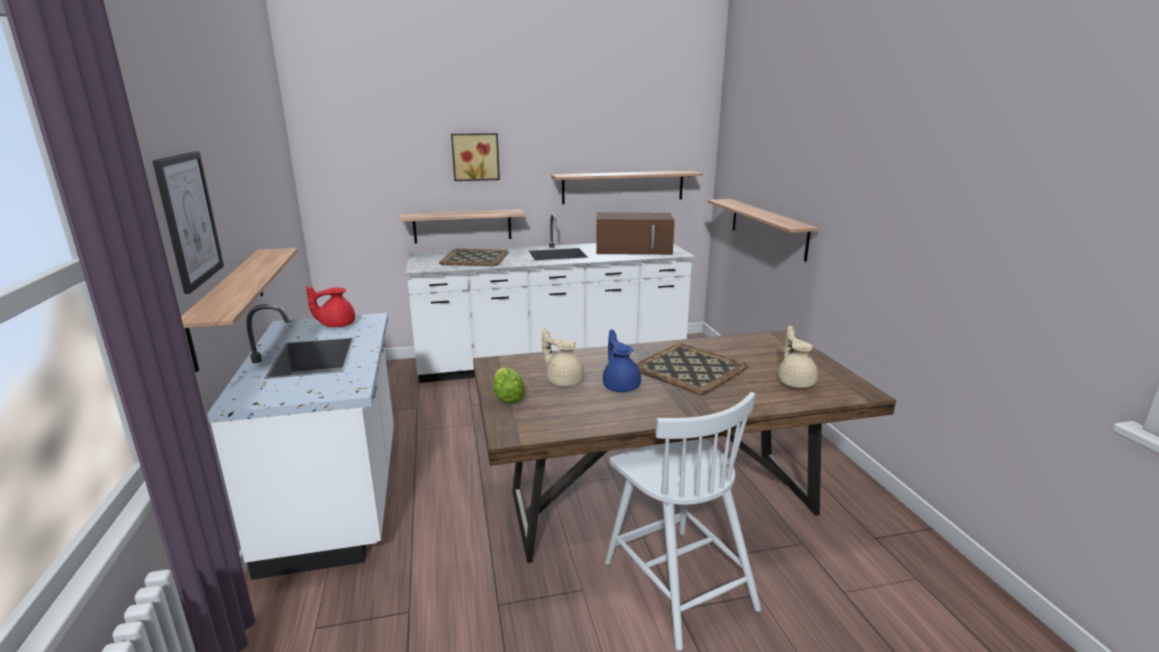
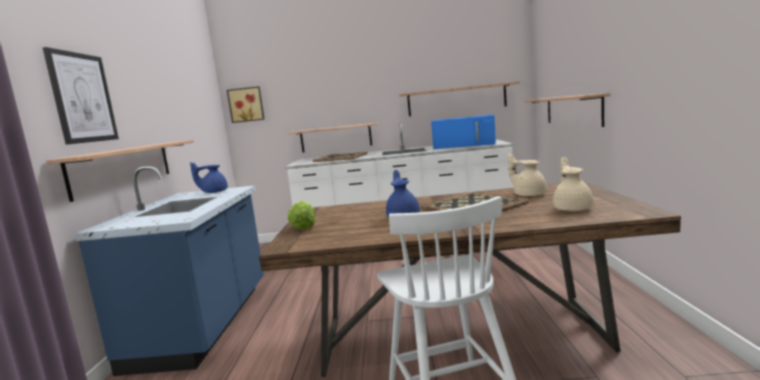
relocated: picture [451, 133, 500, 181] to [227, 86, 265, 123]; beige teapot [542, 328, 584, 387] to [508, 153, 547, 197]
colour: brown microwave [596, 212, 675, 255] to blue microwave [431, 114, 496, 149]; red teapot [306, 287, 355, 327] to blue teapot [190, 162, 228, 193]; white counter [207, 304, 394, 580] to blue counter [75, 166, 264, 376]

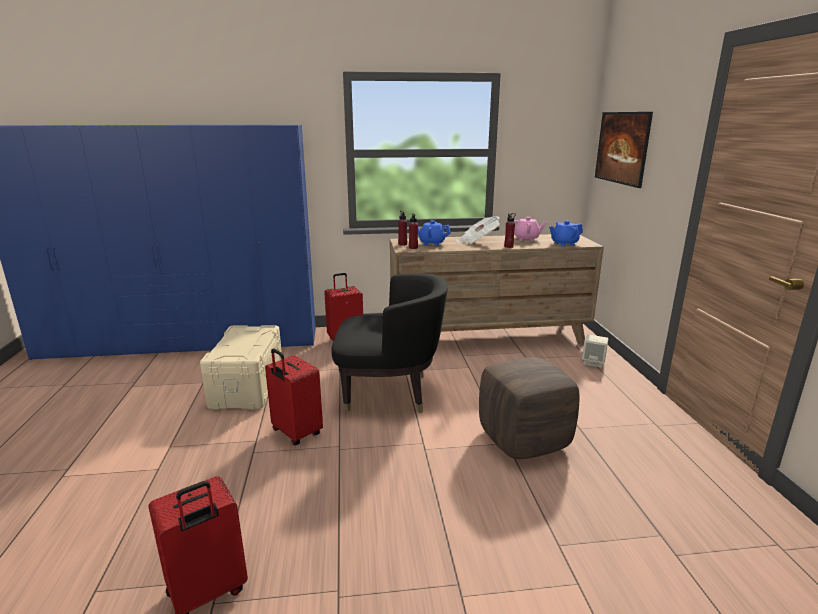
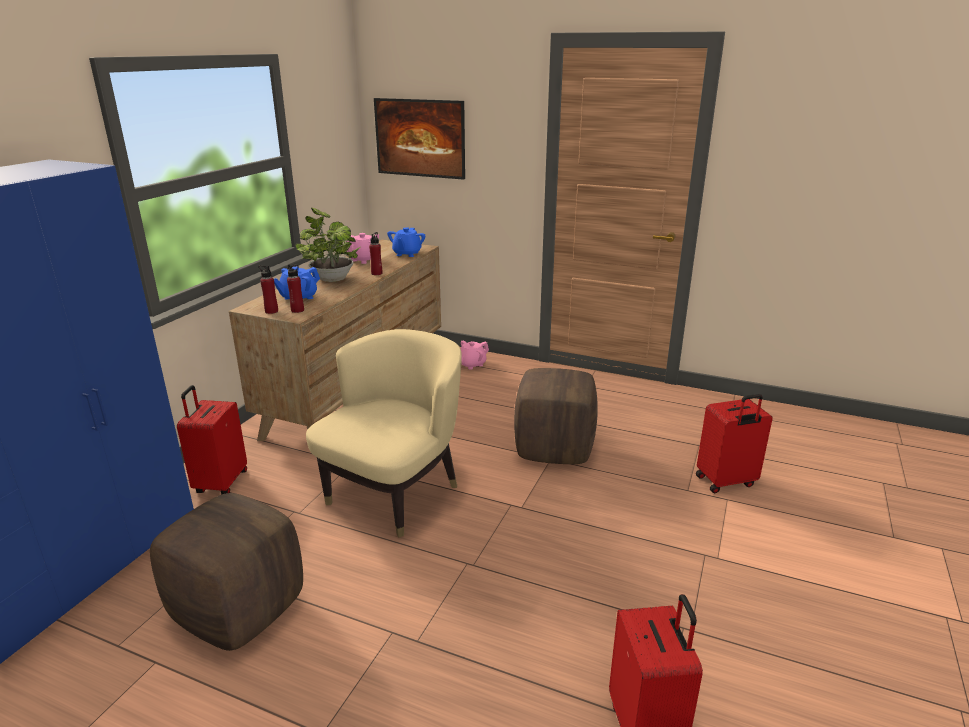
relocated: red suitcase [265, 348, 323, 445] to [696, 394, 773, 493]
exchanged: newspaper [456, 216, 500, 243] to potted plant [295, 208, 361, 282]; beige storage box [200, 326, 282, 410] to brown ottoman [150, 493, 303, 651]; beige speaker [582, 334, 608, 368] to pink teapot [460, 341, 489, 370]
colour: black armchair [331, 273, 448, 413] to beige armchair [306, 329, 462, 538]

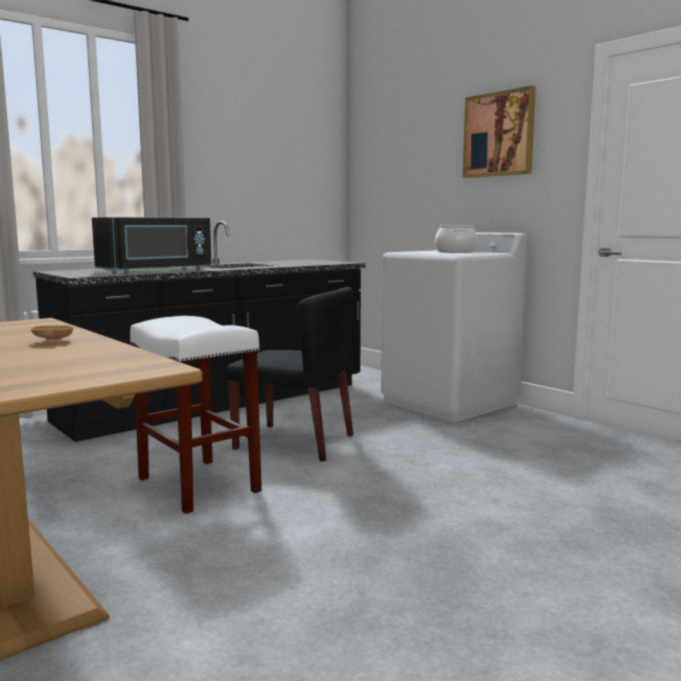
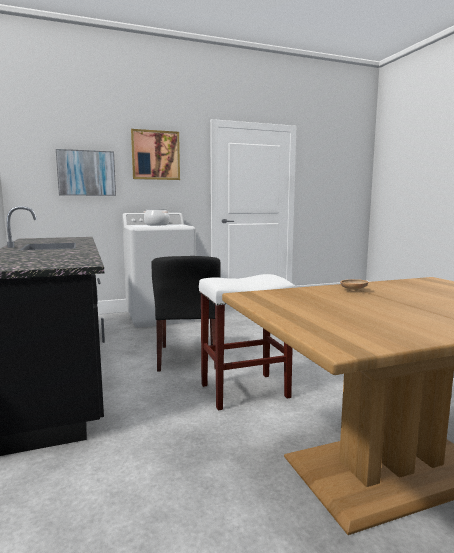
missing: black microwave [92, 217, 212, 274]
appeared: picture [56, 149, 116, 196]
spun: black chair [226, 287, 353, 462] = [151, 256, 220, 372] 135 degrees clockwise

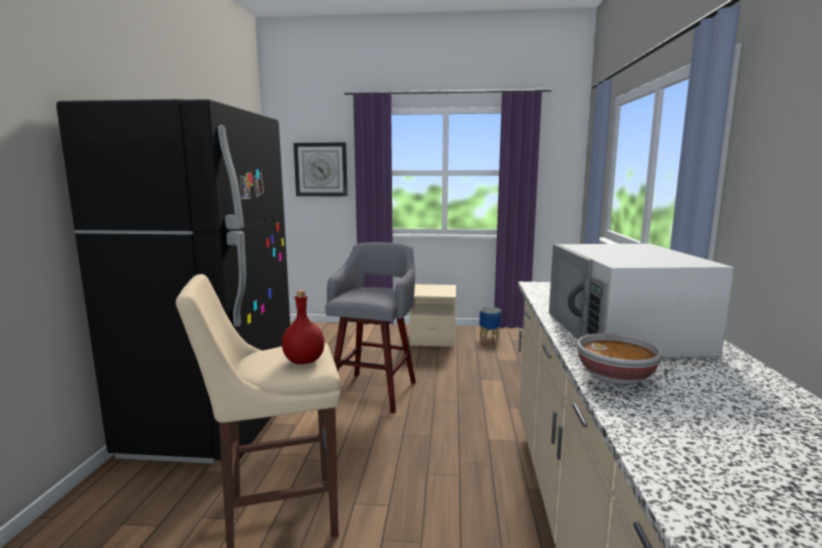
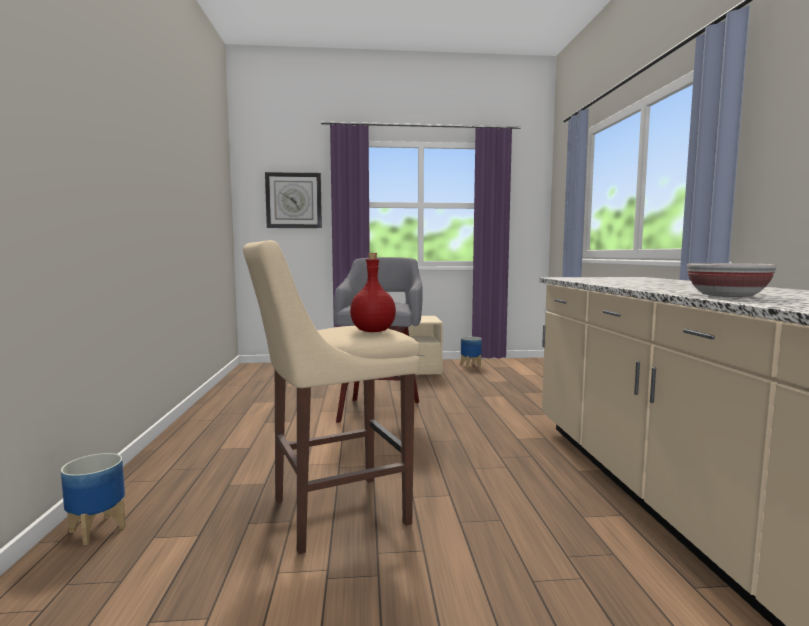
missing: black fridge [56, 99, 290, 464]; white microwave [549, 244, 734, 357]
appeared: planter [61, 453, 126, 545]

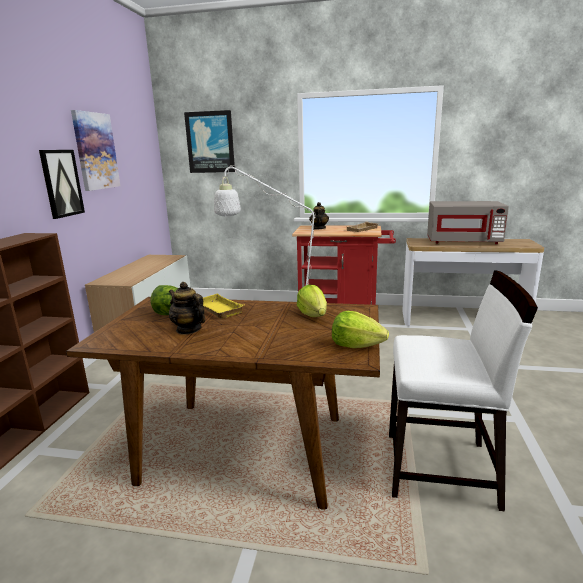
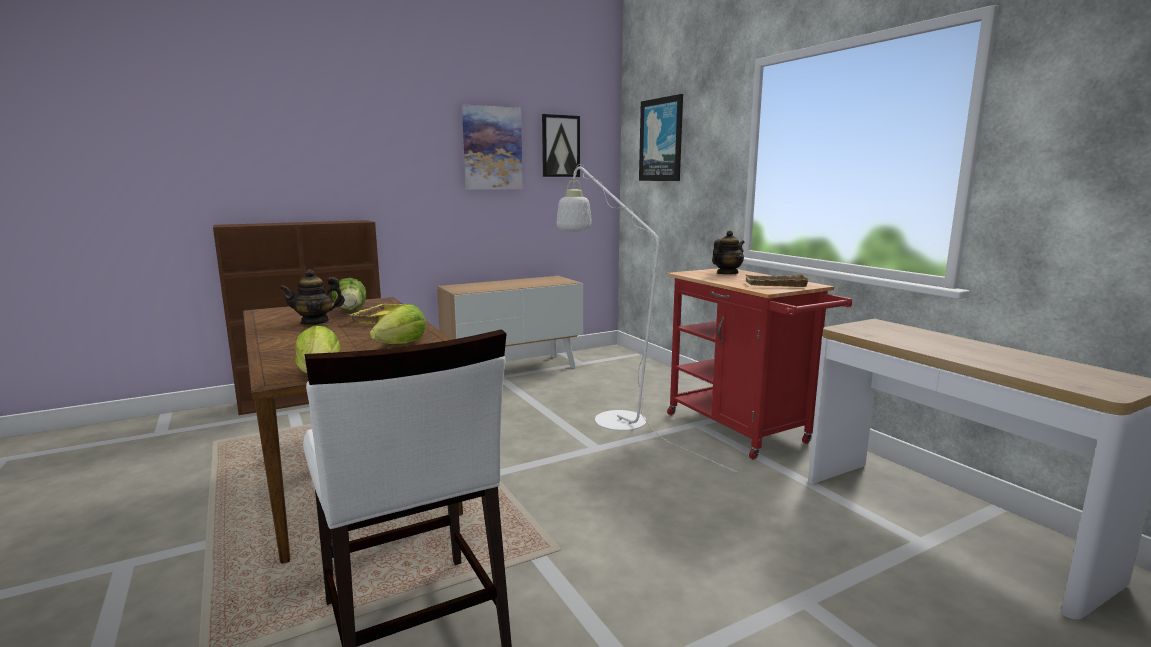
missing: grey microwave [427, 201, 509, 244]
relocated: picture [39, 150, 85, 219] to [542, 114, 580, 177]
spun: teapot [169, 282, 205, 335] = [279, 269, 345, 325] 120 degrees counterclockwise

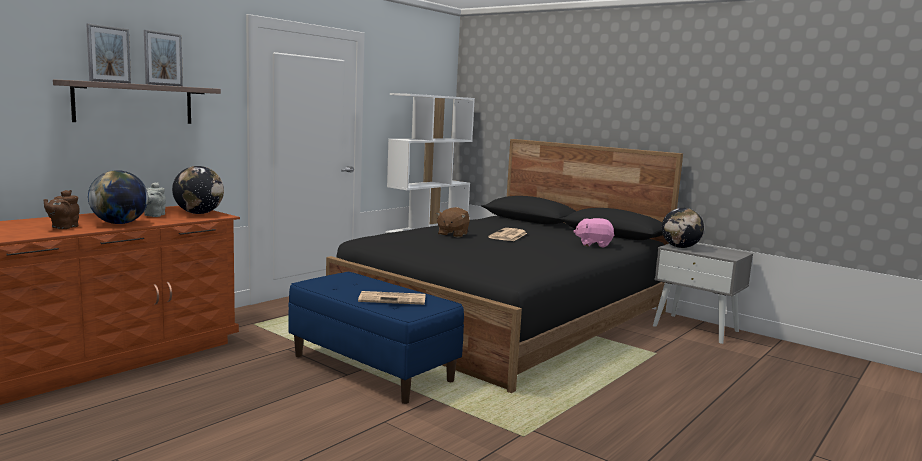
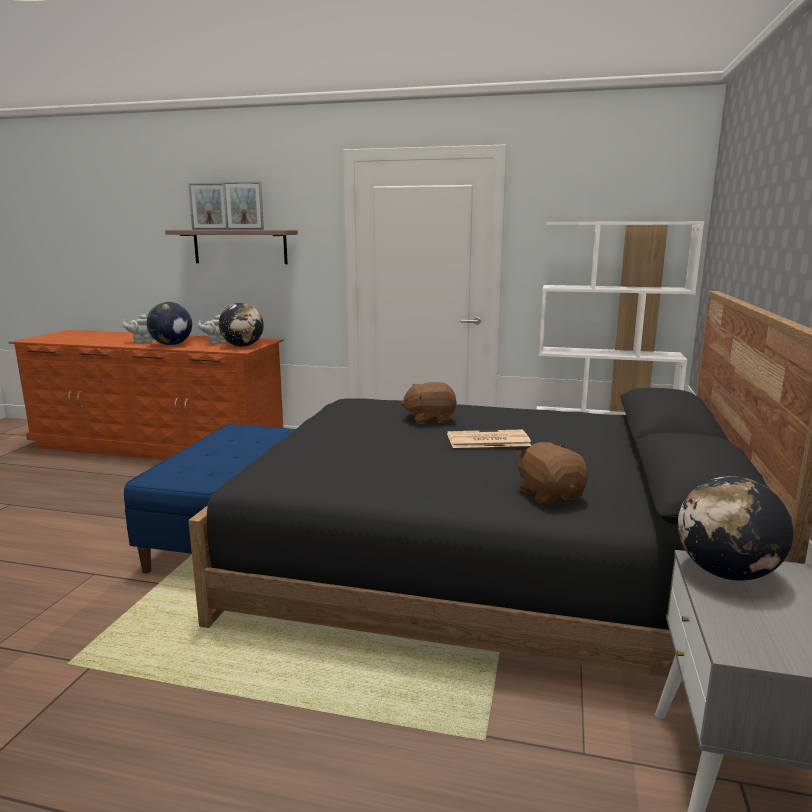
missing: newspaper [358, 291, 426, 305]
colour: brown teapot [44, 190, 80, 229] to grey teapot [122, 314, 153, 343]; pink plush toy [573, 218, 615, 248] to brown plush toy [516, 442, 588, 504]

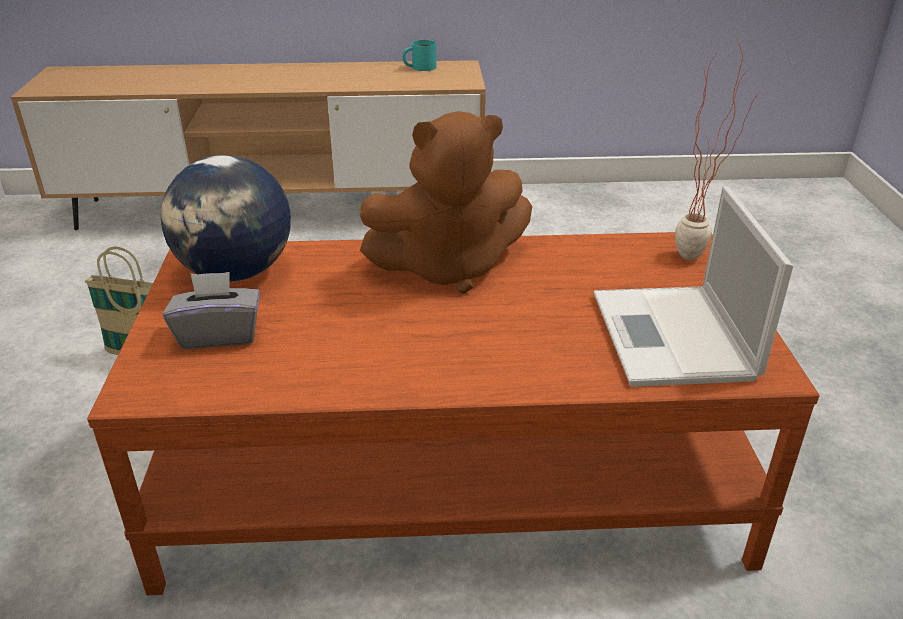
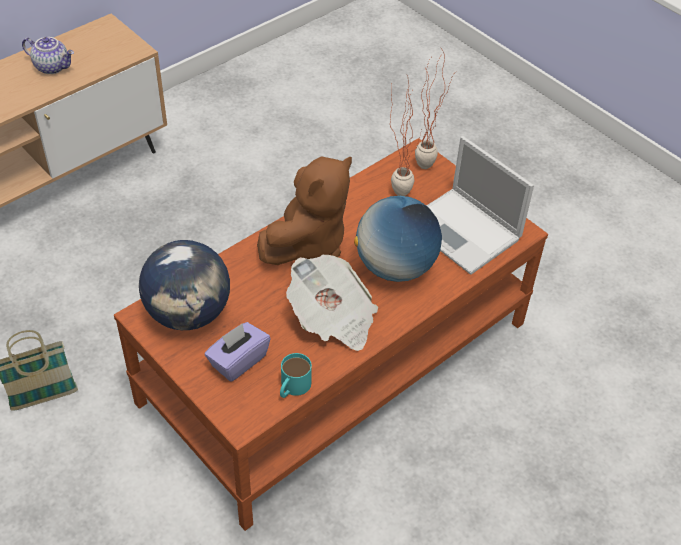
appeared: teapot [22, 37, 74, 74]; potted plant [390, 81, 422, 196]; globe [354, 196, 442, 282]; newspaper [286, 255, 378, 351]
relocated: turquoise mug [402, 40, 436, 71] to [280, 353, 312, 398]
colour: grey tissue box [163, 272, 260, 349] to purple tissue box [205, 322, 271, 382]

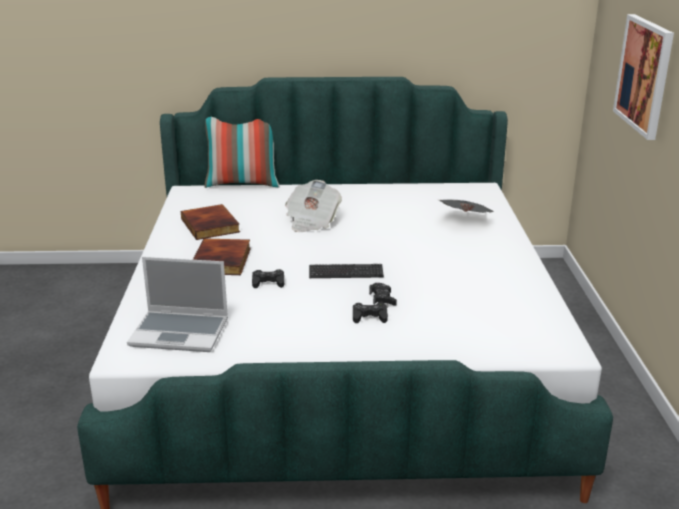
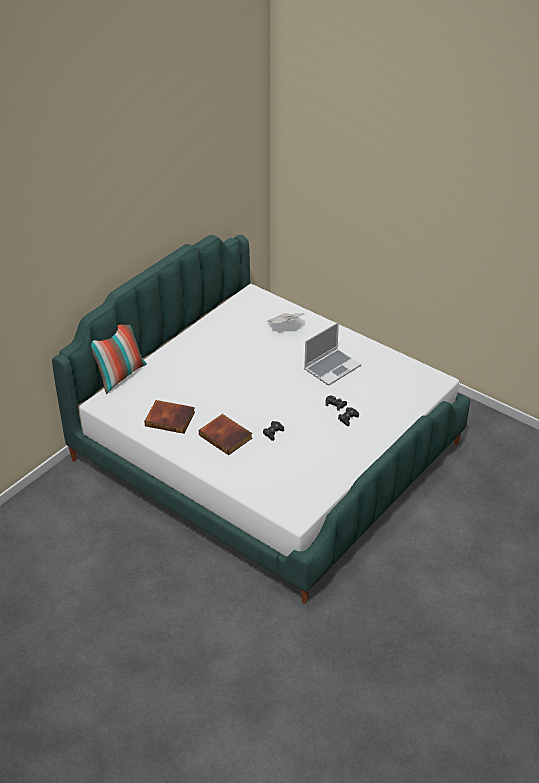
missing: picture [613, 14, 674, 140]; newspaper [286, 180, 342, 232]; keyboard [309, 264, 384, 278]
relocated: laptop [127, 257, 228, 352] to [304, 322, 361, 386]

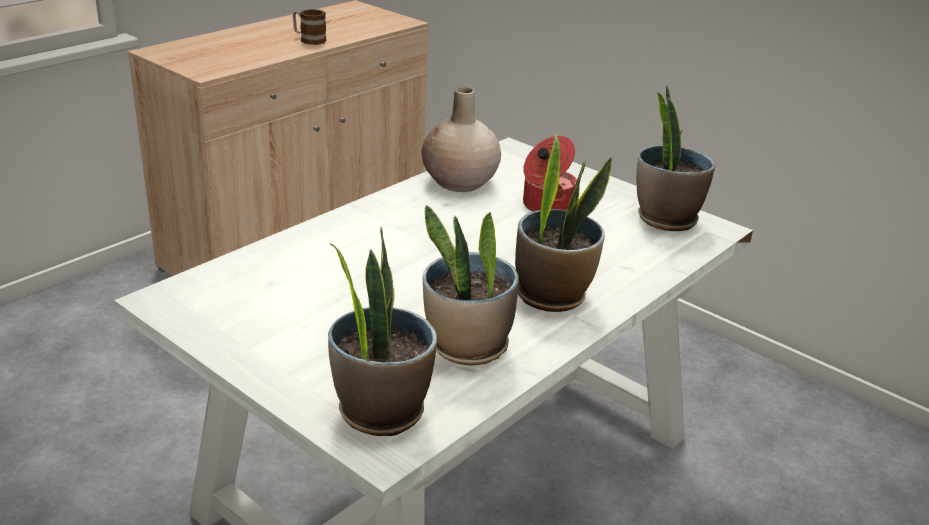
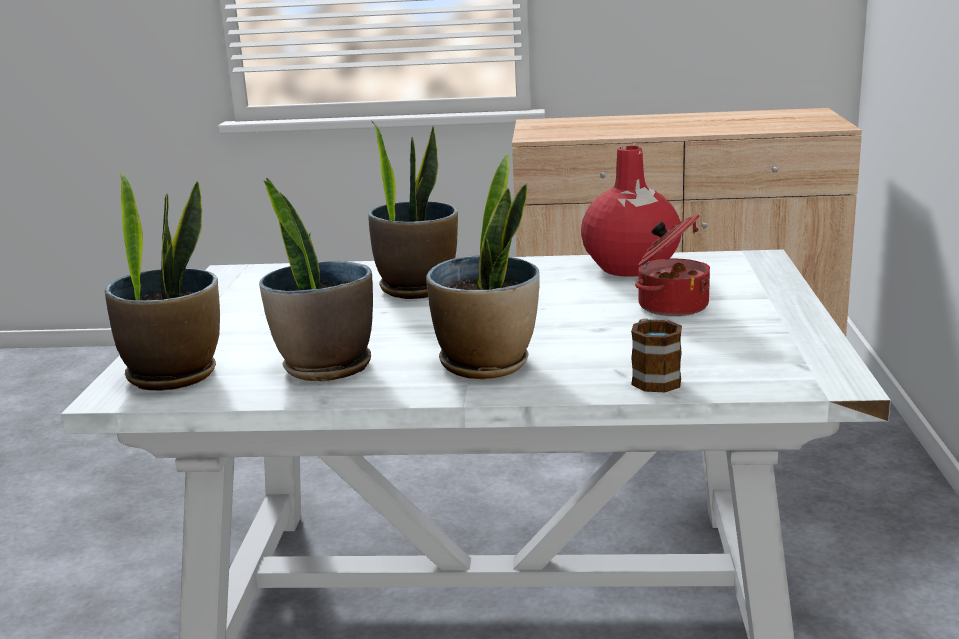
relocated: mug [293, 9, 327, 45] to [631, 318, 682, 392]; potted plant [636, 85, 715, 231] to [368, 121, 458, 299]
colour: beige vase [422, 87, 501, 192] to red vase [581, 146, 681, 277]

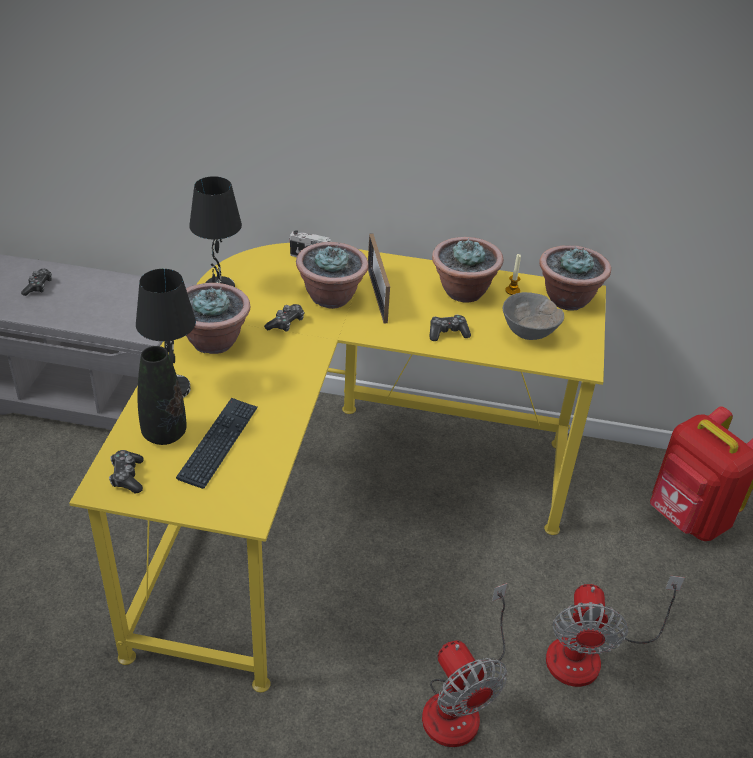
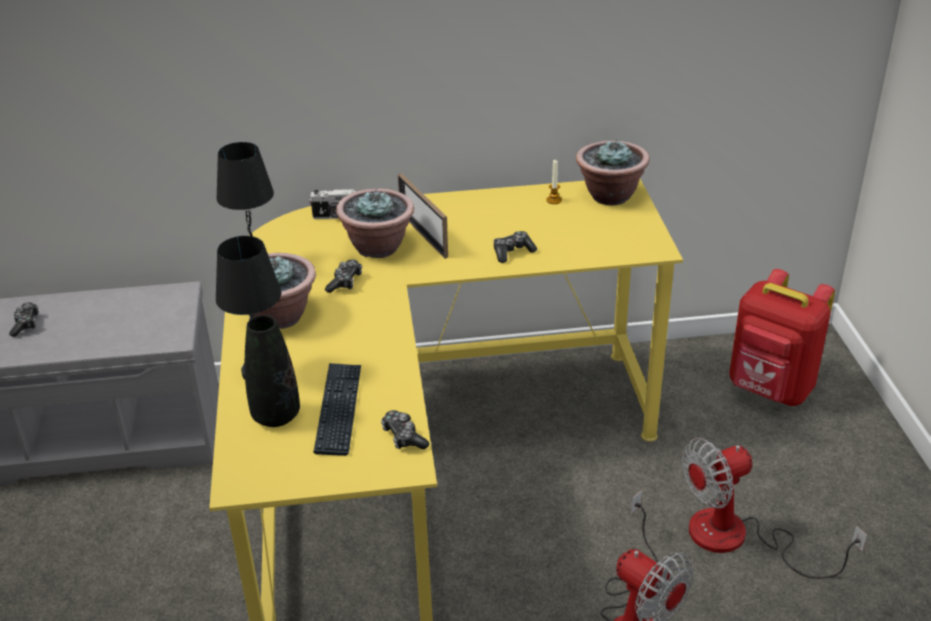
missing: potted plant [432, 237, 503, 302]; grey bowl [503, 292, 564, 340]
relocated: game controller [109, 450, 144, 494] to [381, 410, 430, 450]
spun: fan [546, 576, 685, 687] = [682, 438, 867, 579] 75 degrees clockwise

